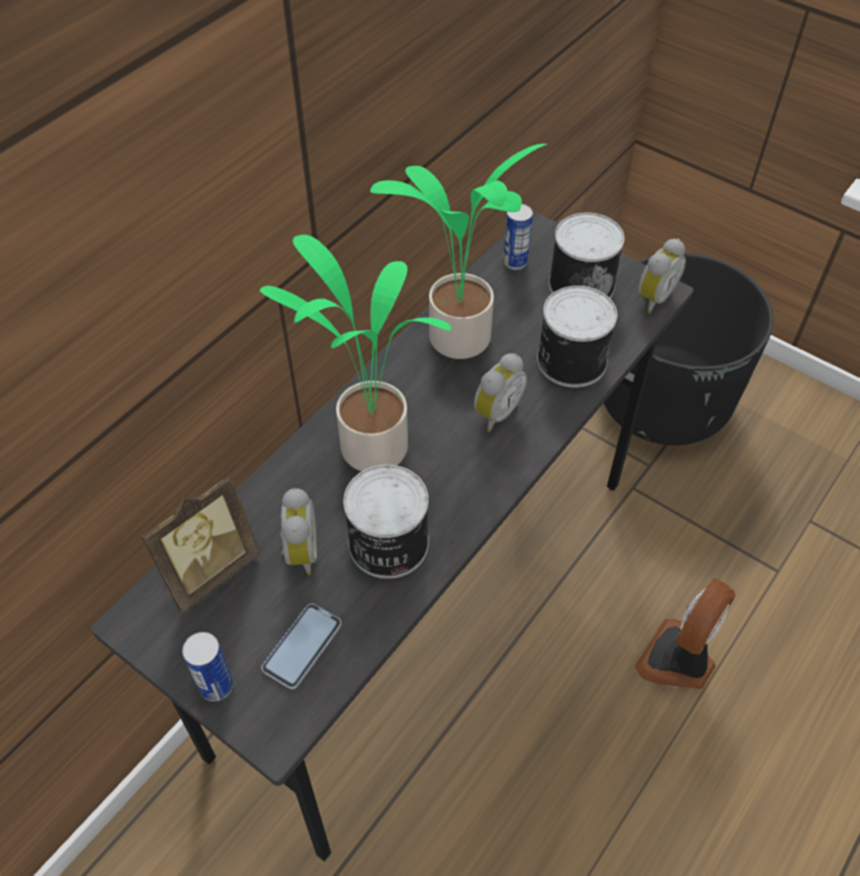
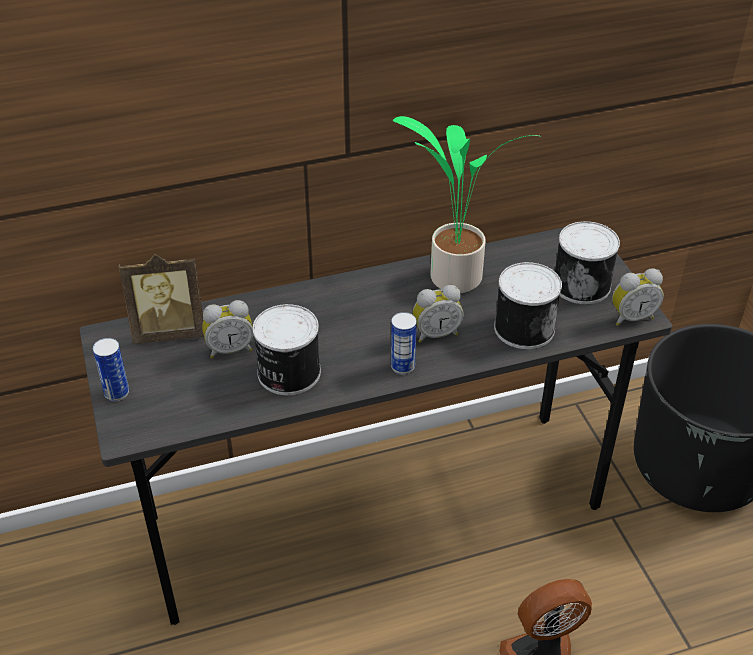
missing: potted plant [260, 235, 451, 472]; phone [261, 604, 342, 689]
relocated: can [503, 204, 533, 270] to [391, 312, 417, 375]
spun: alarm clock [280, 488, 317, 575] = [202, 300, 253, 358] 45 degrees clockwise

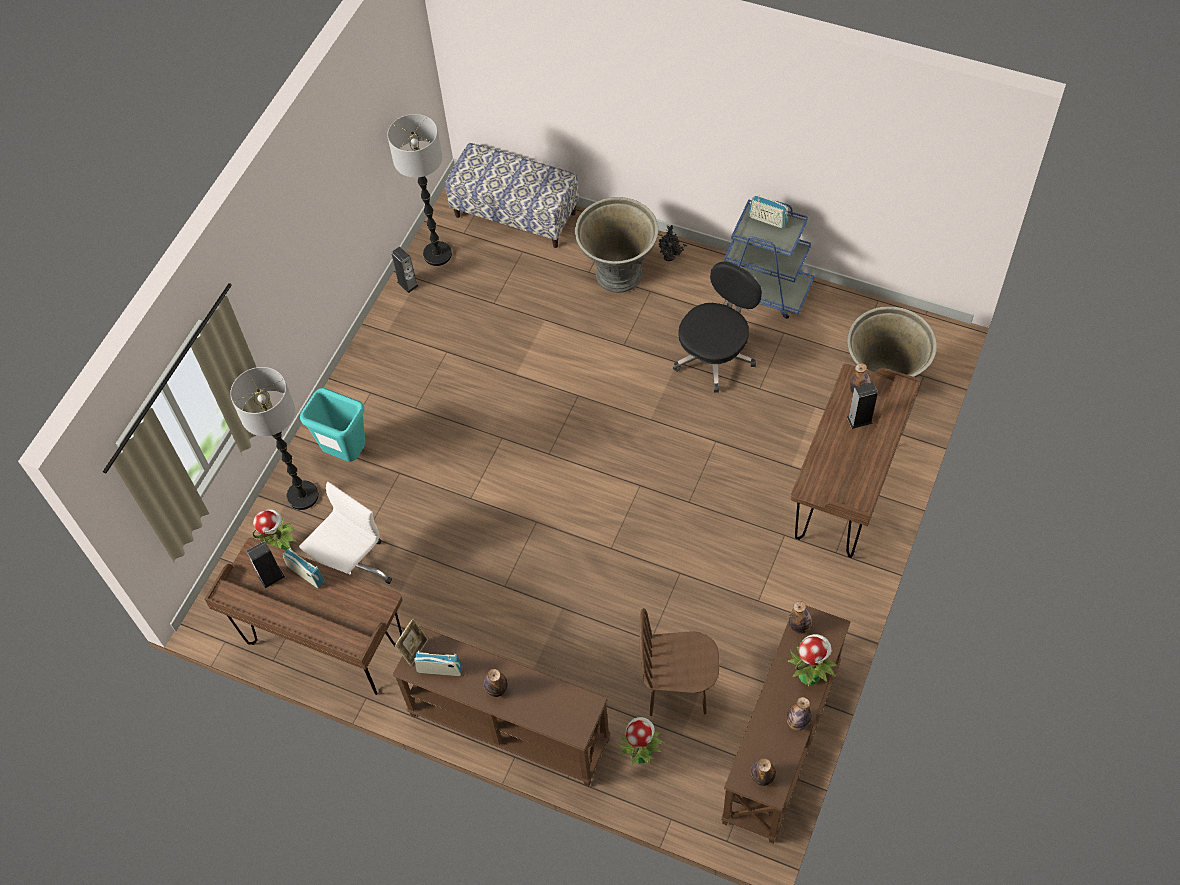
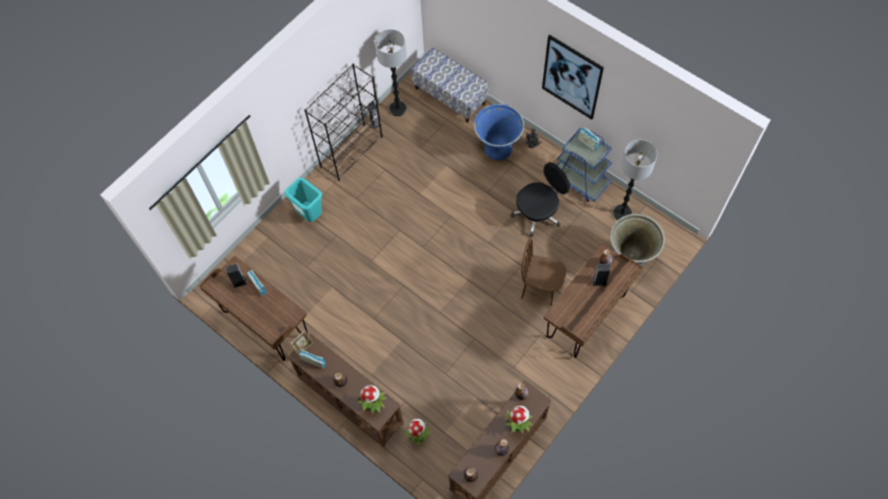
missing: white office chair [299, 482, 392, 584]
appeared: picture [542, 35, 604, 120]; black bookcase [304, 64, 383, 181]
relocated: floor lamp [230, 367, 319, 510] to [613, 140, 657, 220]; potted plant [252, 509, 296, 551] to [358, 385, 386, 413]; brown chair [639, 608, 719, 716] to [521, 238, 567, 306]
colour: grey planter [575, 197, 658, 293] to blue planter [474, 104, 525, 160]

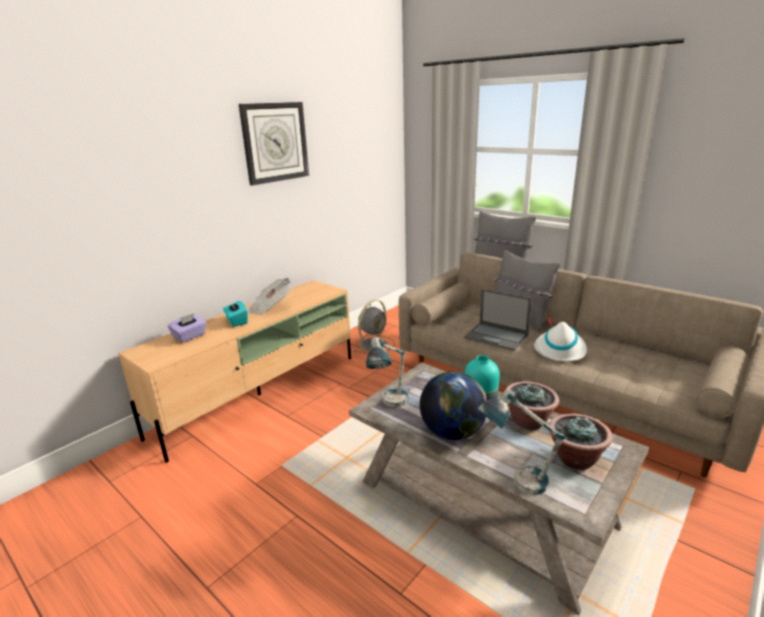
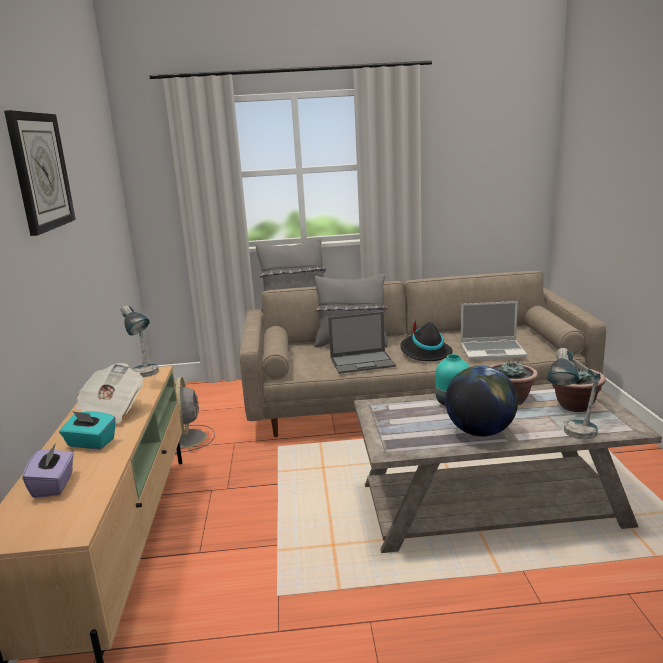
appeared: laptop [461, 301, 527, 360]
relocated: table lamp [366, 337, 409, 407] to [120, 305, 159, 377]
colour: white hat [534, 315, 587, 361] to black hat [400, 319, 453, 361]

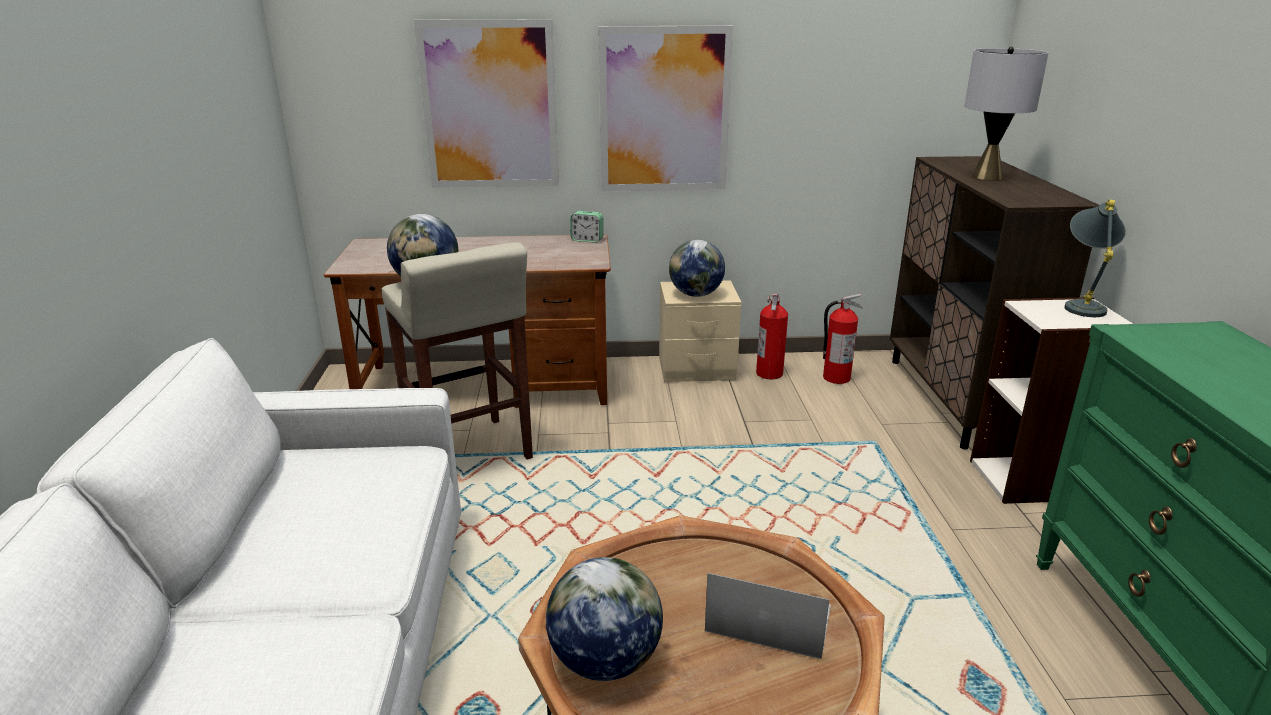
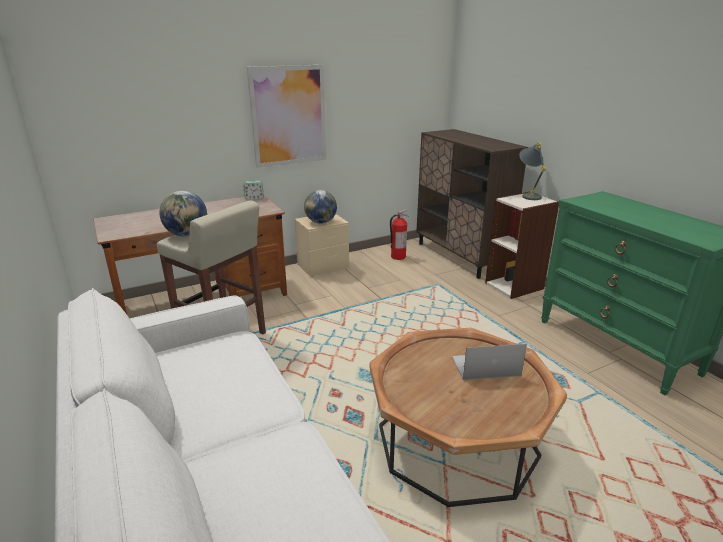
missing: picture [414, 19, 559, 188]; grey table lamp [964, 47, 1049, 180]; fire extinguisher [756, 293, 788, 379]; globe [546, 557, 663, 681]

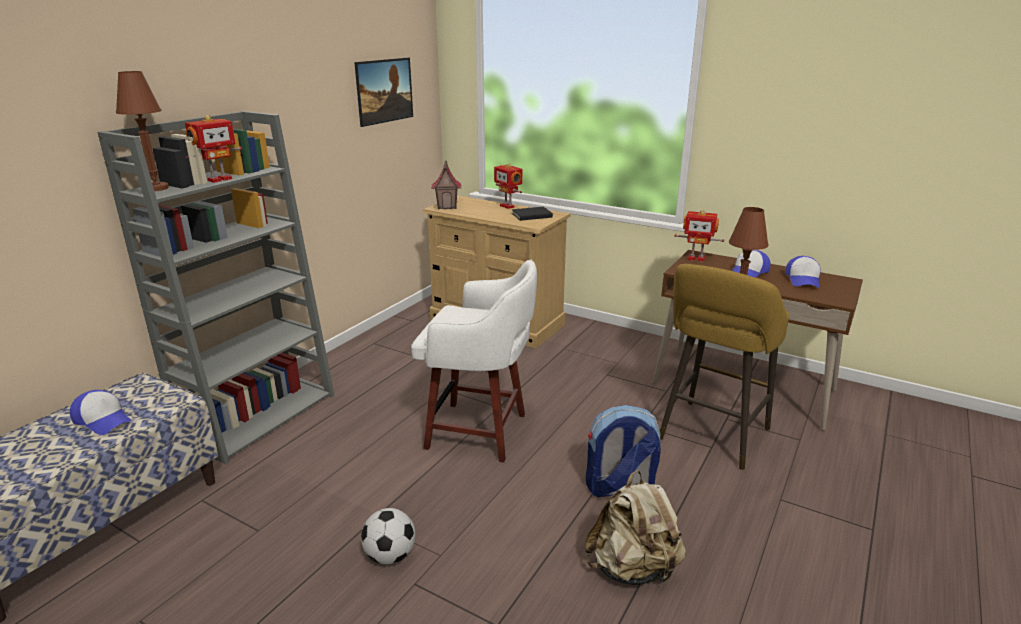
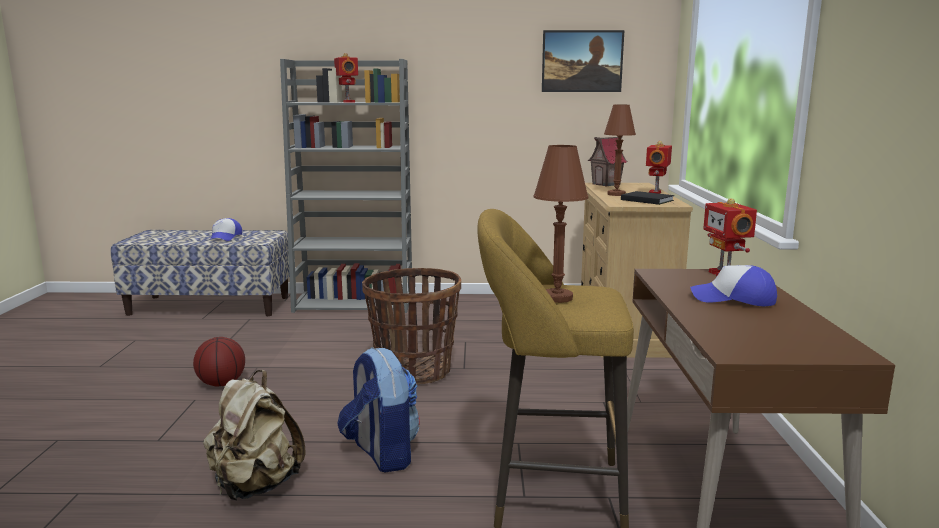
missing: cap [785, 256, 821, 288]
relocated: brown table lamp [116, 71, 169, 191] to [604, 105, 636, 196]
exchanged: white stool [411, 260, 537, 462] to basket [362, 268, 461, 384]; football [361, 508, 415, 564] to basketball [193, 337, 245, 387]
spun: toy robot [185, 115, 242, 183] = [334, 53, 358, 103] 120 degrees counterclockwise

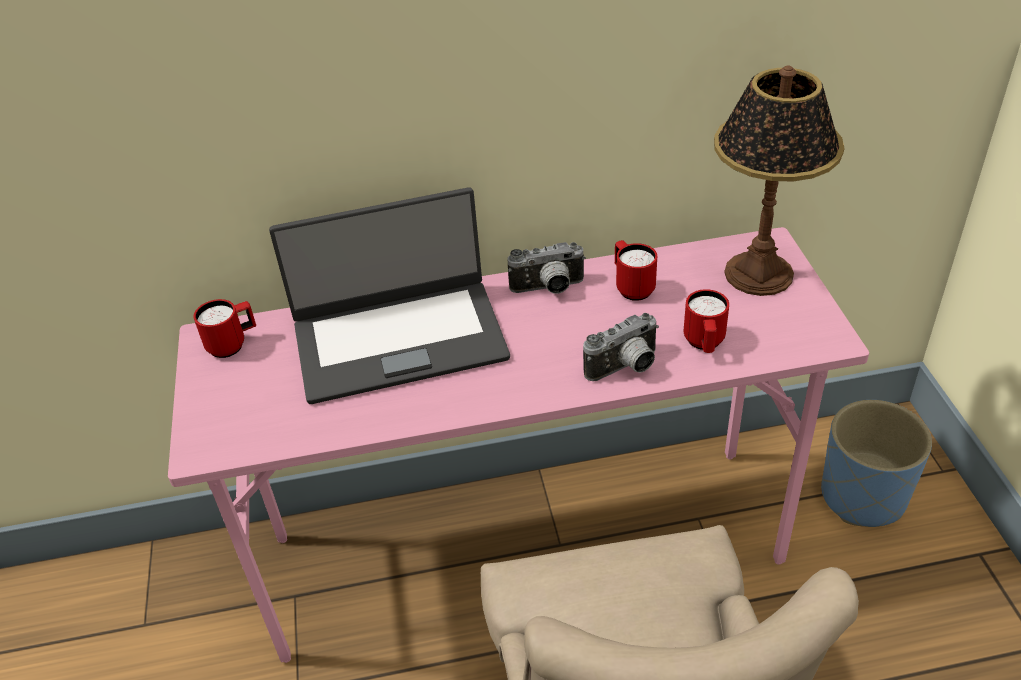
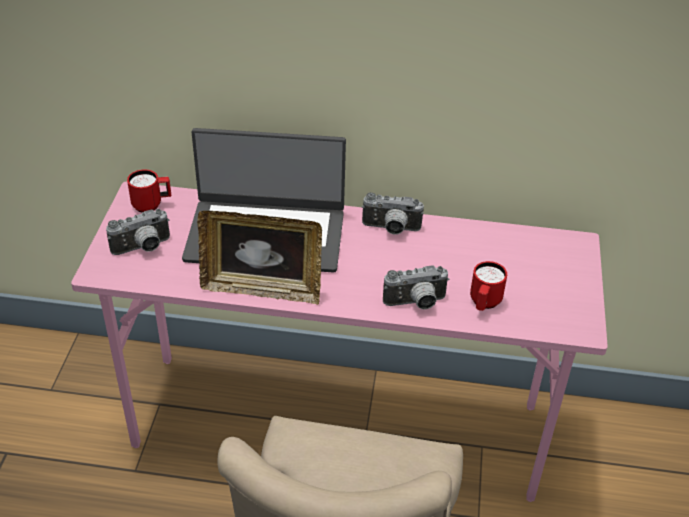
missing: table lamp [714, 66, 845, 296]; red mug [615, 240, 657, 301]; blue planter [821, 400, 932, 527]
appeared: photo camera [106, 209, 170, 255]; picture frame [197, 211, 322, 305]

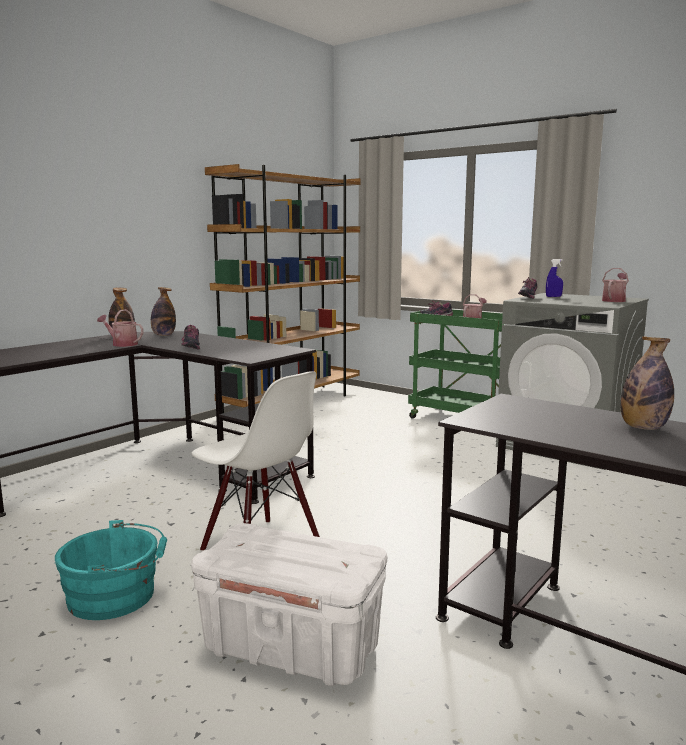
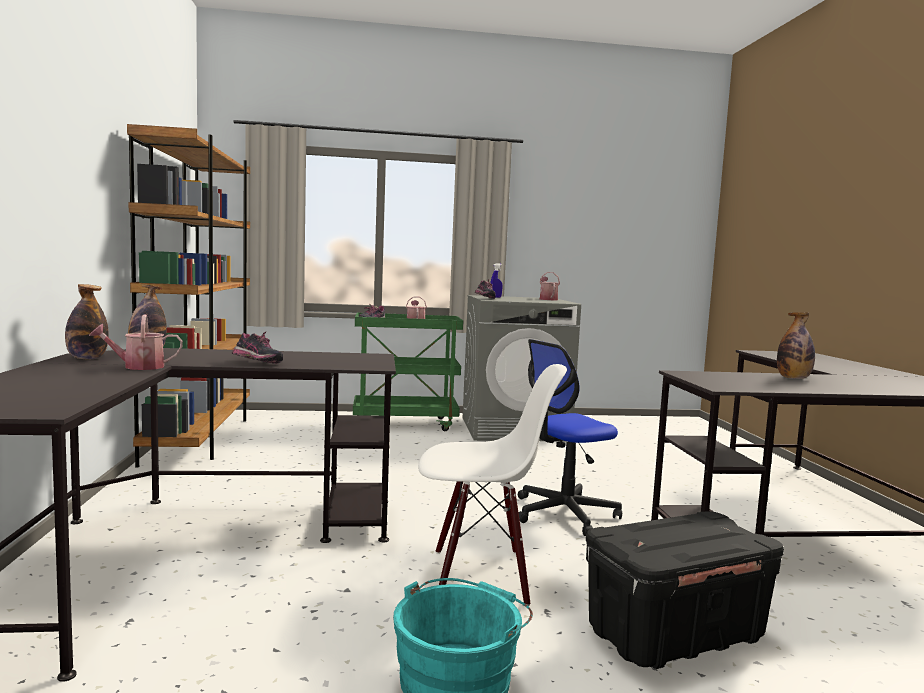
appeared: office chair [518, 339, 622, 536]
colour: white storage box [191, 523, 387, 686] to black storage box [586, 511, 784, 669]

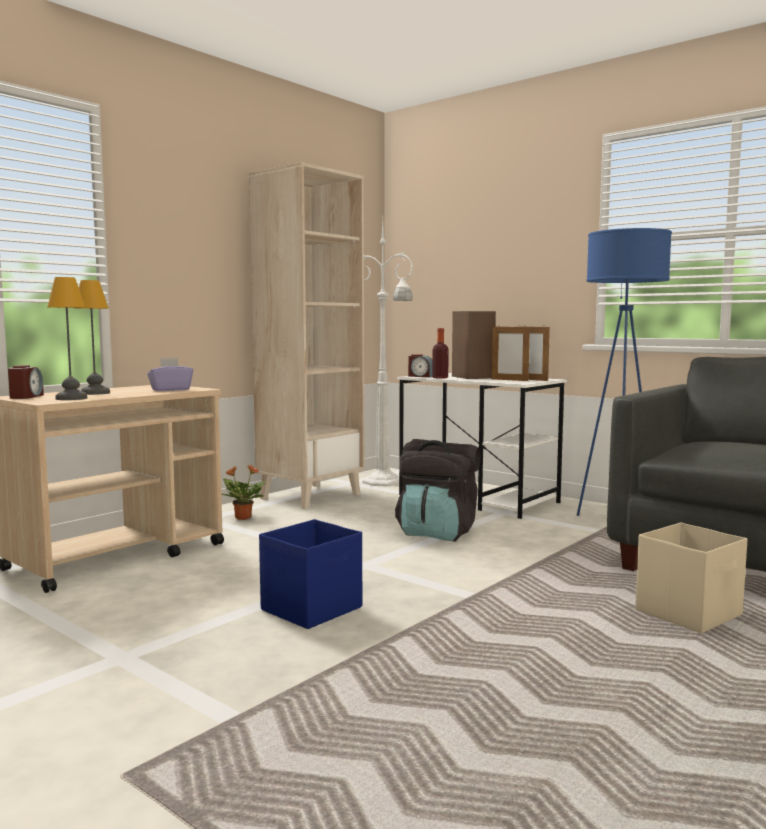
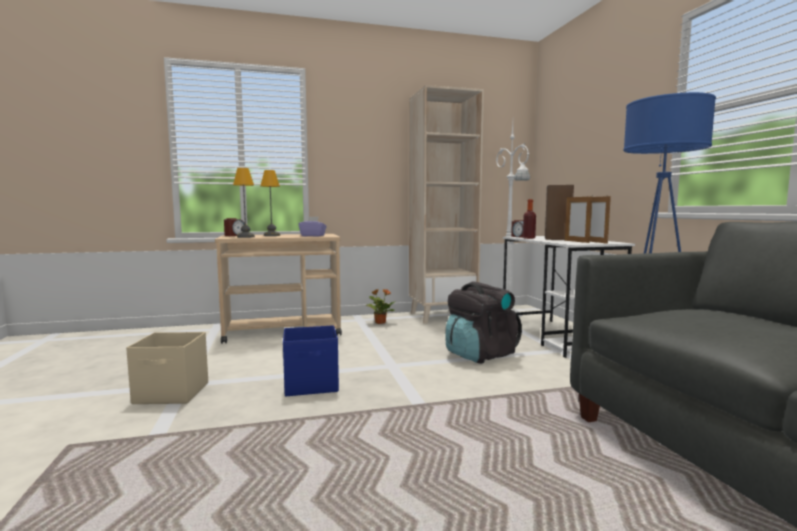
relocated: beige storage box [635, 522, 748, 633] to [126, 332, 208, 404]

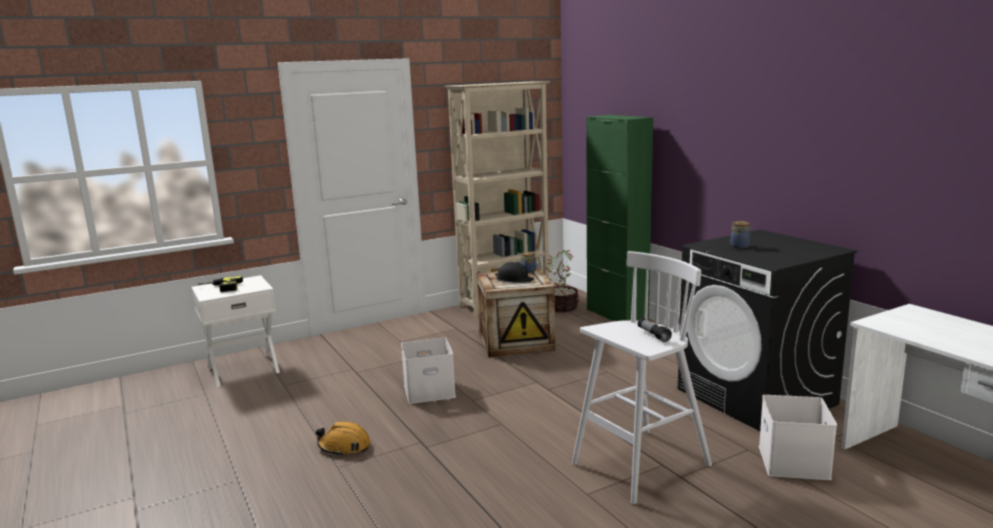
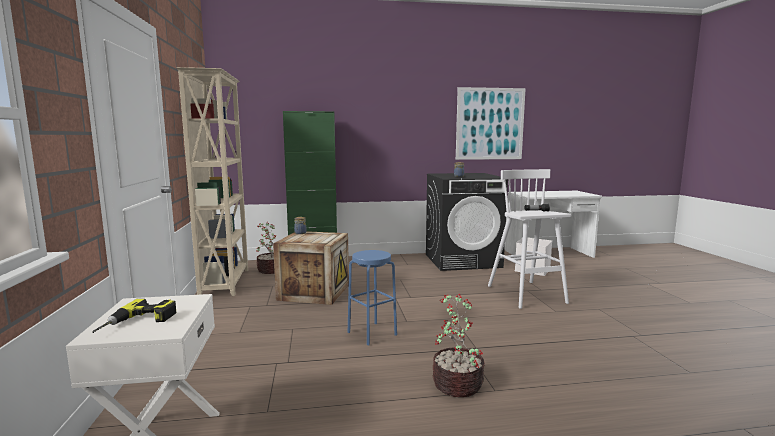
missing: black hard hat [495, 262, 535, 282]
appeared: picture [456, 87, 526, 160]
exchanged: white storage box [401, 337, 456, 404] to blue stool [348, 250, 397, 345]; orange hard hat [316, 421, 370, 456] to potted plant [432, 294, 485, 398]

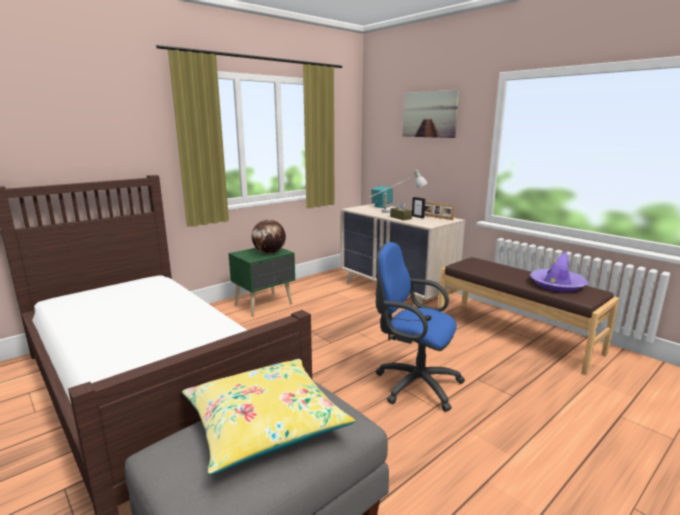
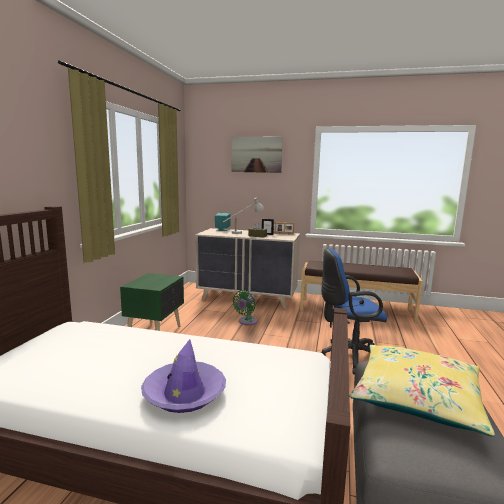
missing: globe [252, 219, 286, 254]
appeared: green fan [233, 290, 257, 325]
relocated: purple hat [530, 251, 588, 292] to [141, 339, 226, 413]

